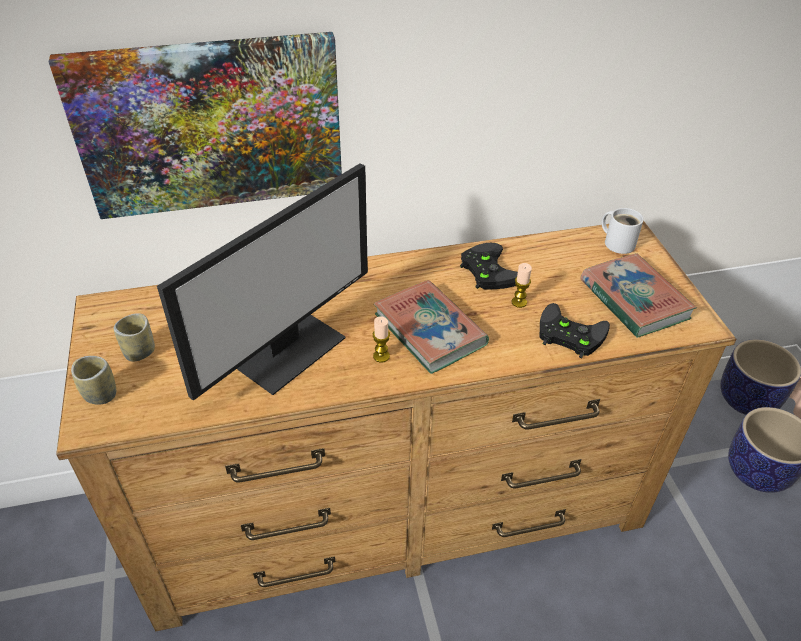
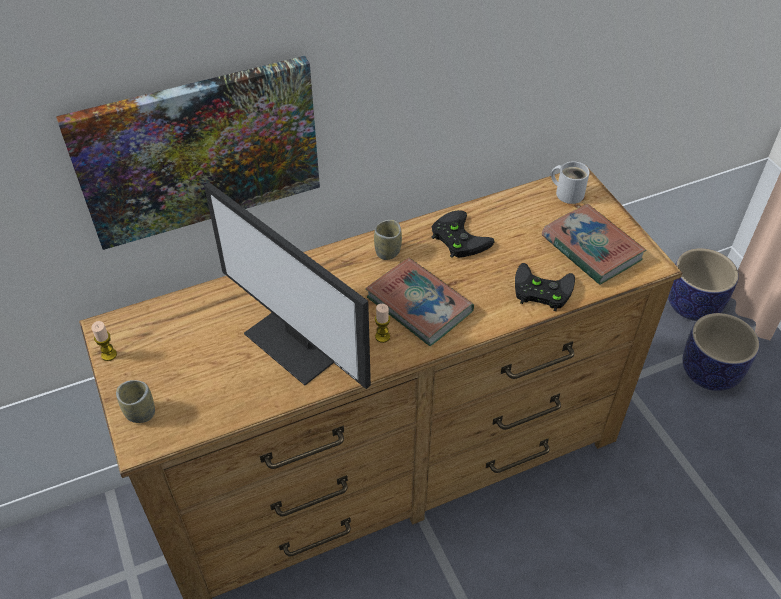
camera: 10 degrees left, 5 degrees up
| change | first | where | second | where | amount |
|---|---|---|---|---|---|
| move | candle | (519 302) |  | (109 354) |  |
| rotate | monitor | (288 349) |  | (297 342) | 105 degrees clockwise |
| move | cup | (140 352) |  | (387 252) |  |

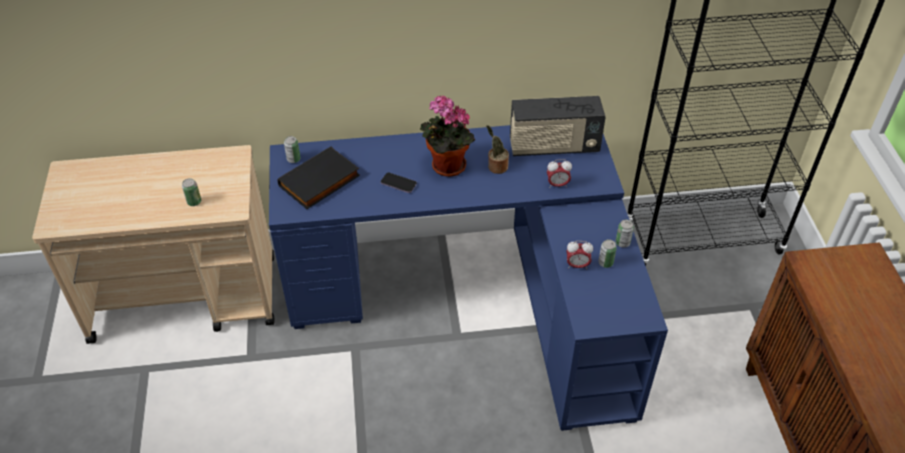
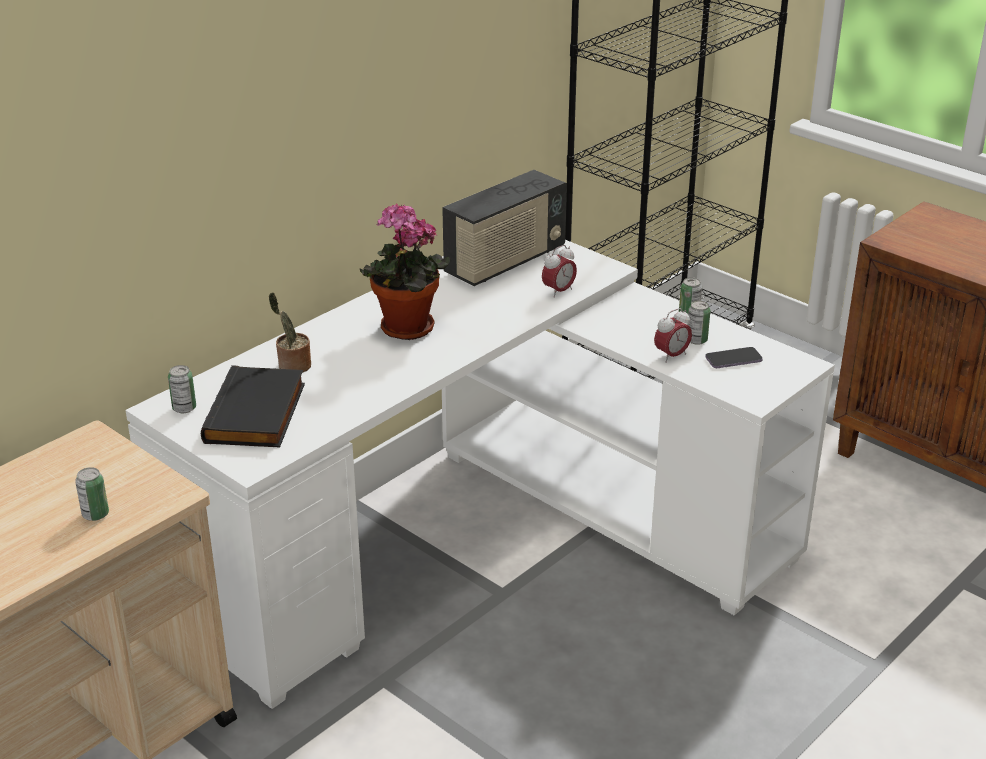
camera: 40 degrees left, 15 degrees down
| change | first | where | second | where | amount |
|---|---|---|---|---|---|
| recolor | blue desk | (479 298) | white desk | (482 542) |  |
| move | potted plant | (496 166) |  | (292 366) |  |
| move | phone | (398 184) |  | (733 360) |  |

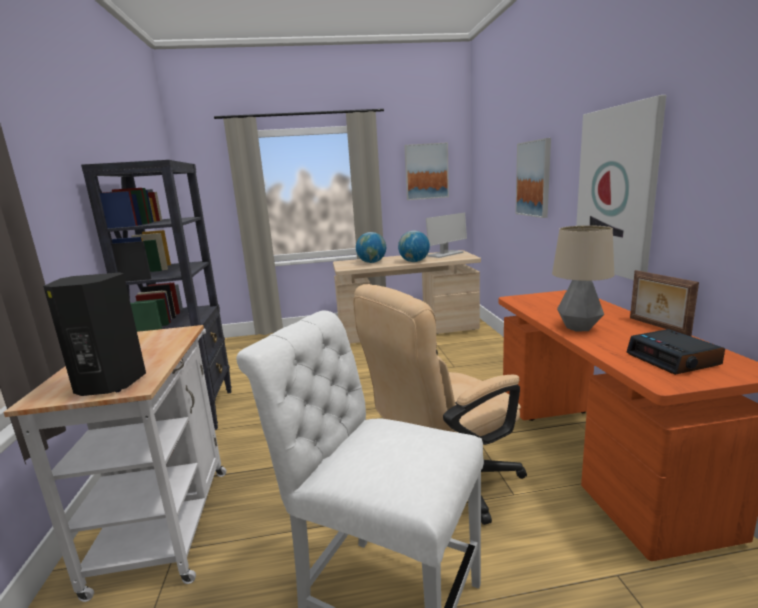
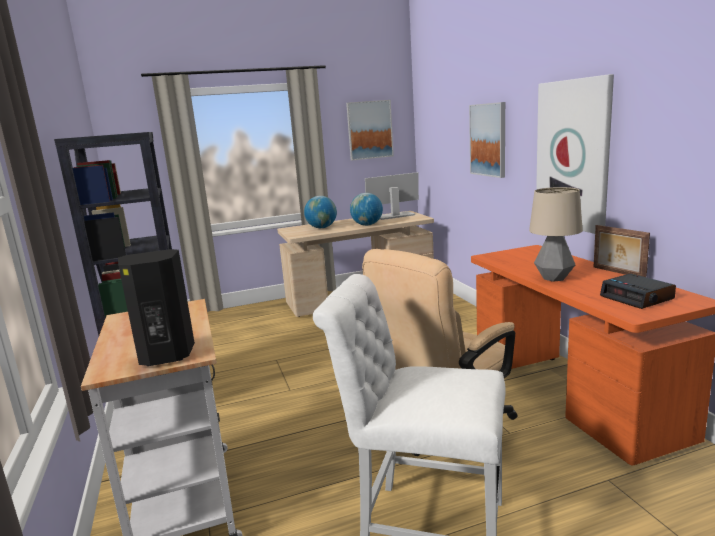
camera: 10 degrees left, 0 degrees up
| change | first | where | second | where | amount |
|---|---|---|---|---|---|
| rotate | monitor | (445 254) |  | (395 216) | 150 degrees counterclockwise |

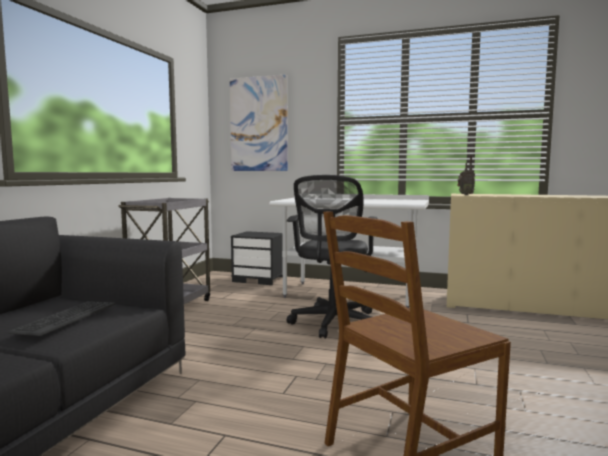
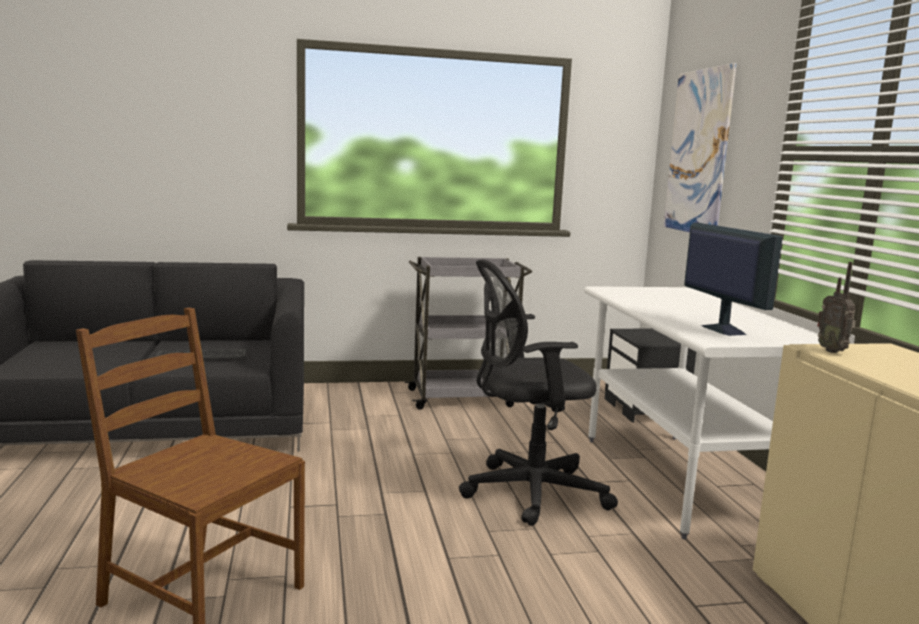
camera: 60 degrees right, 5 degrees up
| change | first | where | second | where | amount |
|---|---|---|---|---|---|
| insert |  |  | monitor | (722 329) |  |

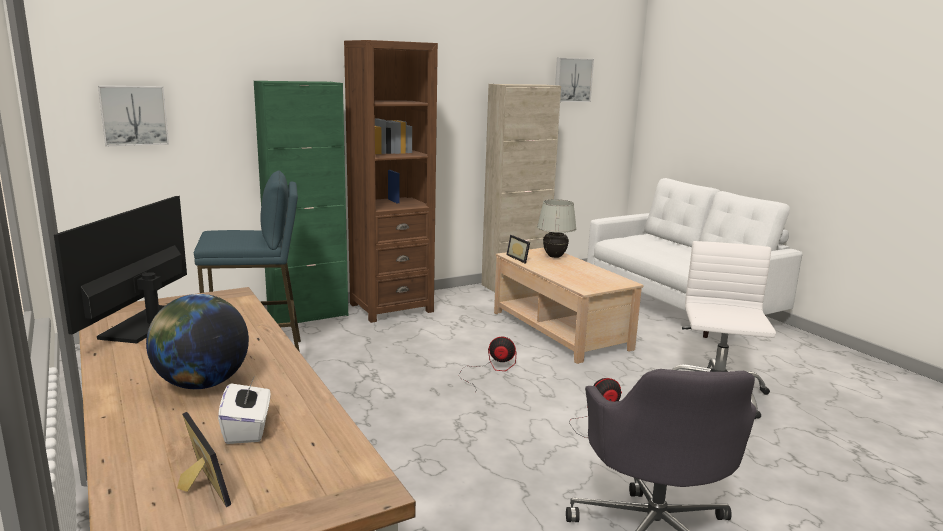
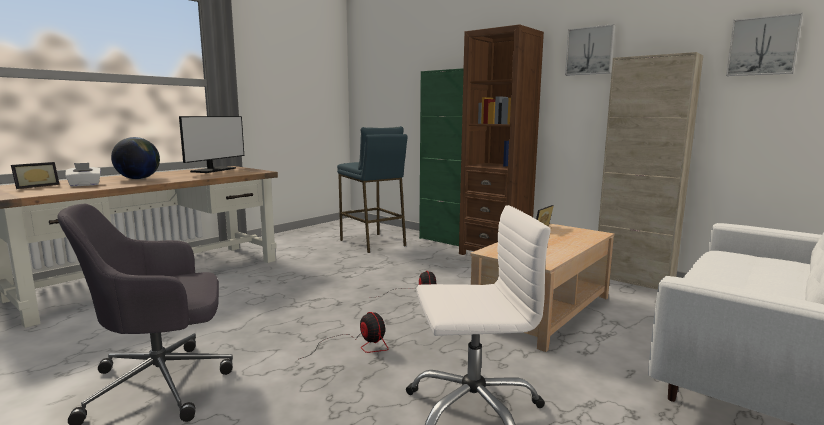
camera: 70 degrees right, 5 degrees down
| change | first | where | second | where | amount |
|---|---|---|---|---|---|
| rotate | monitor | (146 324) |  | (213 170) | 120 degrees clockwise |
| move | picture | (134 115) |  | (590 51) |  |
| delete | white table lamp | (554 256) |  |  |  |

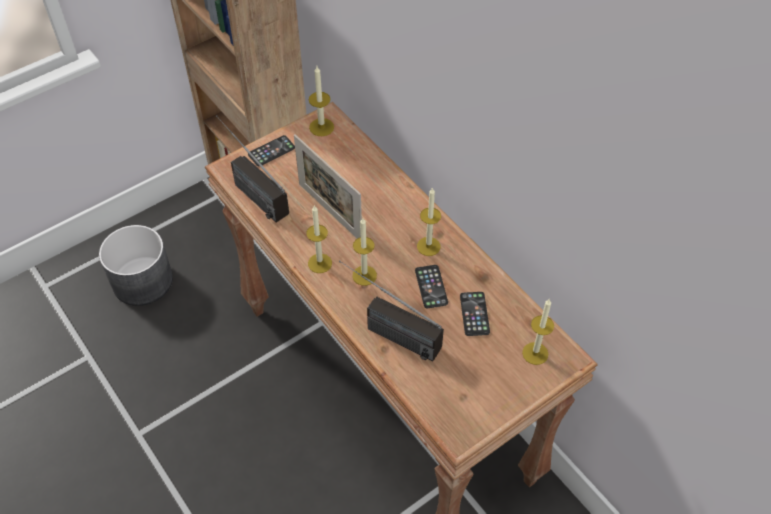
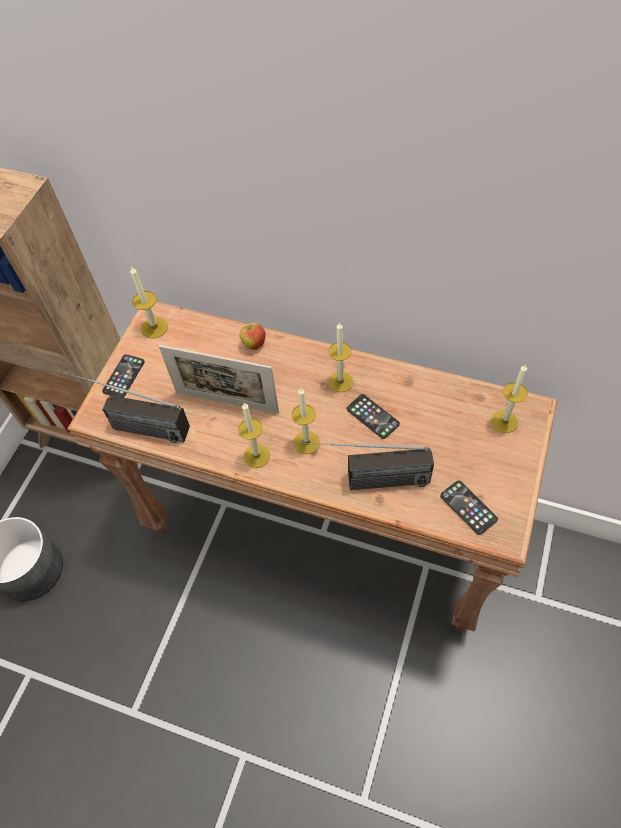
camera: 30 degrees left, 5 degrees up
| change | first | where | second | where | amount |
|---|---|---|---|---|---|
| insert |  |  | apple | (254 344) |  |
| move | phone | (474 314) |  | (468 507) |  |

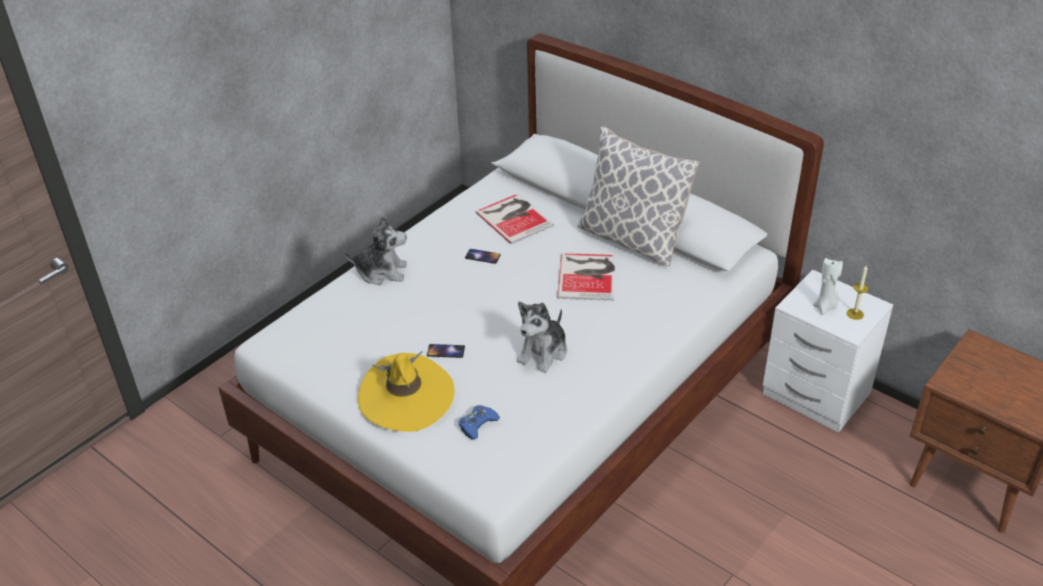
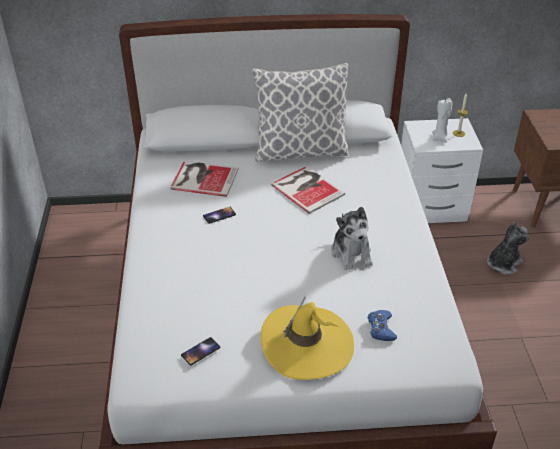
camera: 45 degrees left, 0 degrees up
| change | first | where | second | where | amount |
|---|---|---|---|---|---|
| move | phone | (446 351) |  | (200 351) |  |
| move | plush toy | (381 272) |  | (503 264) |  |

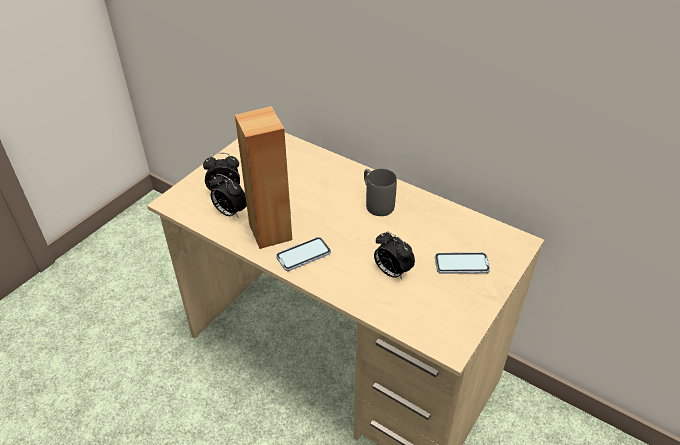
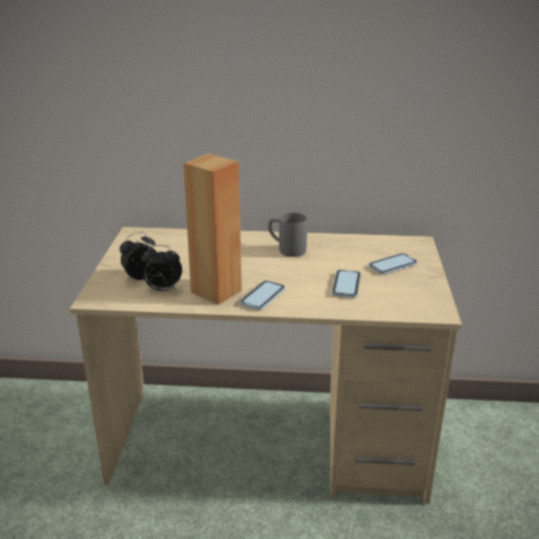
camera: 30 degrees left, 15 degrees down
| change | first | where | second | where | amount |
|---|---|---|---|---|---|
| replace | alarm clock | (391 272) | phone | (346 285) |  |

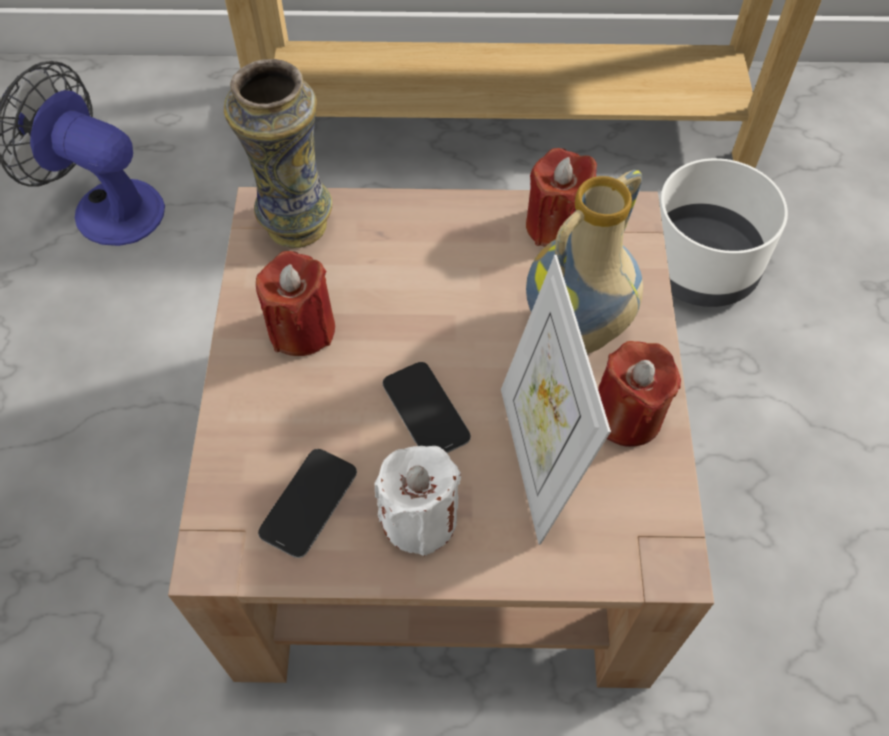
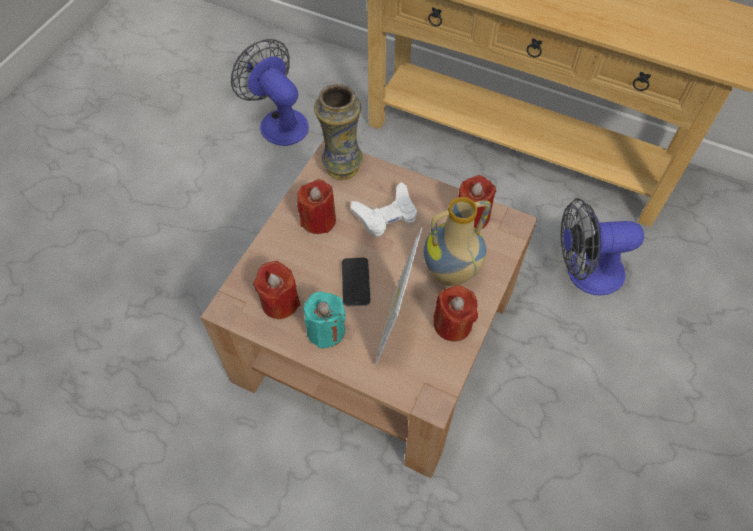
camera: 25 degrees right, 0 degrees up
| change | first | where | second | where | amount |
|---|---|---|---|---|---|
| replace | phone | (308 503) | red candle | (280 302) |  |
| recolor | white candle | (419 518) | turquoise candle | (326 330) |  |
| insert |  |  | white game controller | (386 215) |  |
| replace | white planter | (702 267) | fan | (584 272) |  |

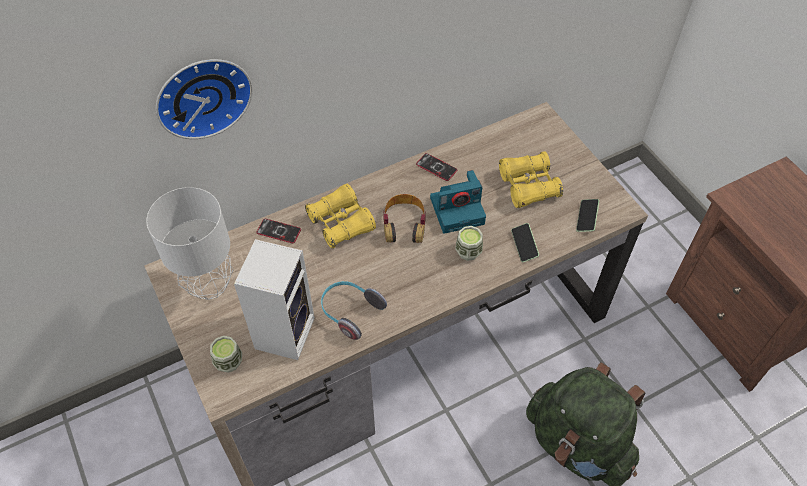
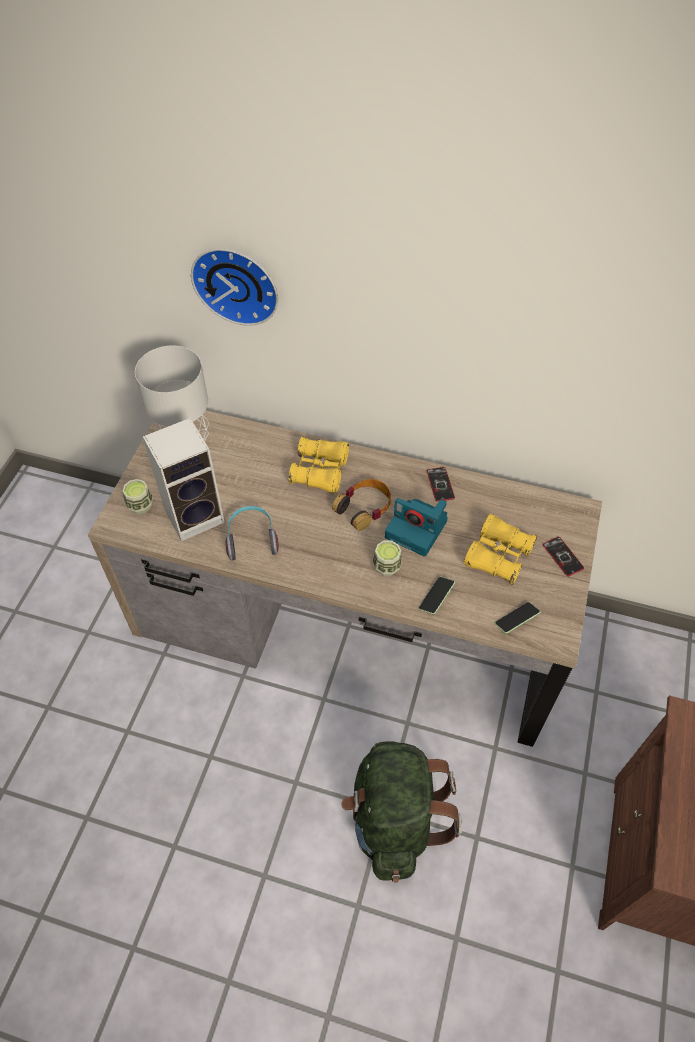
camera: 45 degrees right, 0 degrees up
| change | first | where | second | where | amount |
|---|---|---|---|---|---|
| move | phone | (279 231) |  | (562 557) |  |

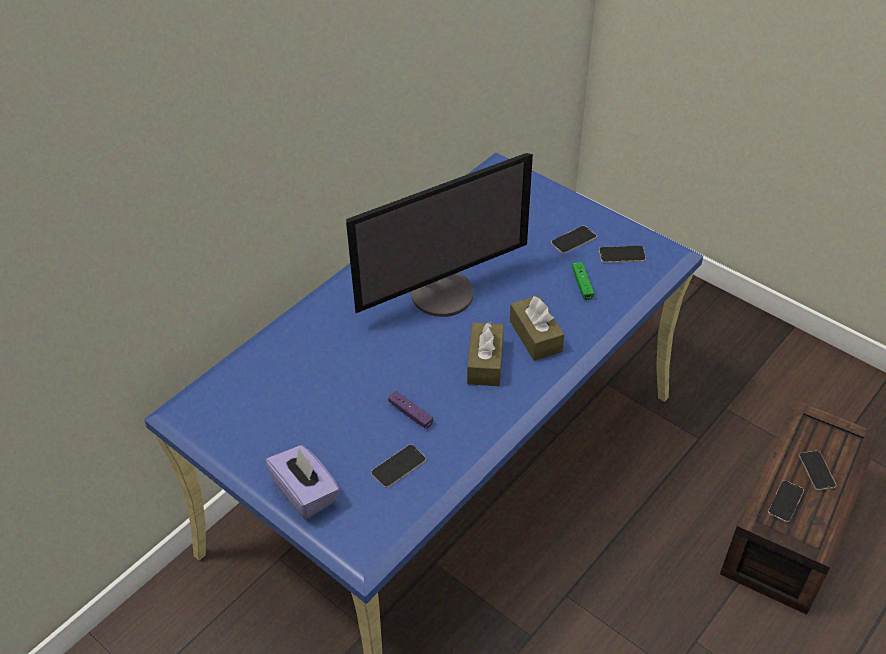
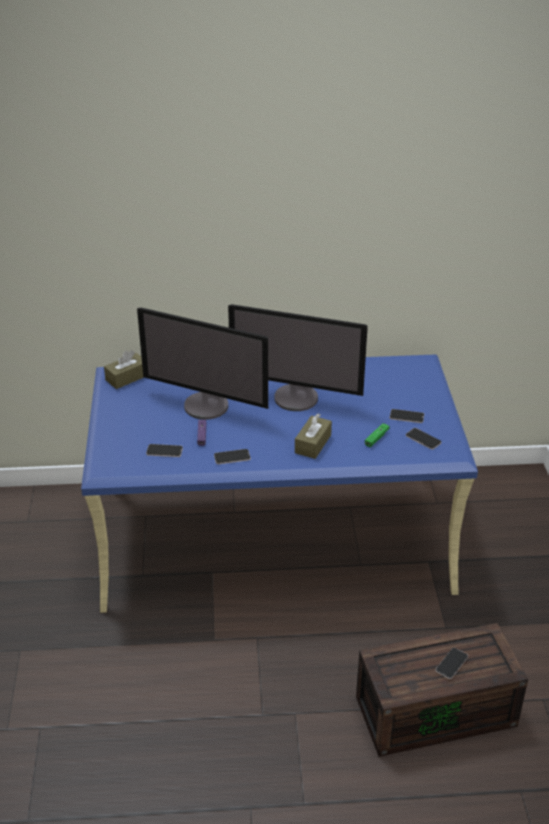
camera: 45 degrees right, 10 degrees down
| change | first | where | second | where | amount |
|---|---|---|---|---|---|
| move | brown tissue box | (485 362) |  | (127 377) |  |
| insert |  |  | monitor | (207 405) |  |
| move | phone | (785 501) |  | (232 457) |  |
| delete | purple tissue box | (305 493) |  |  |  |

